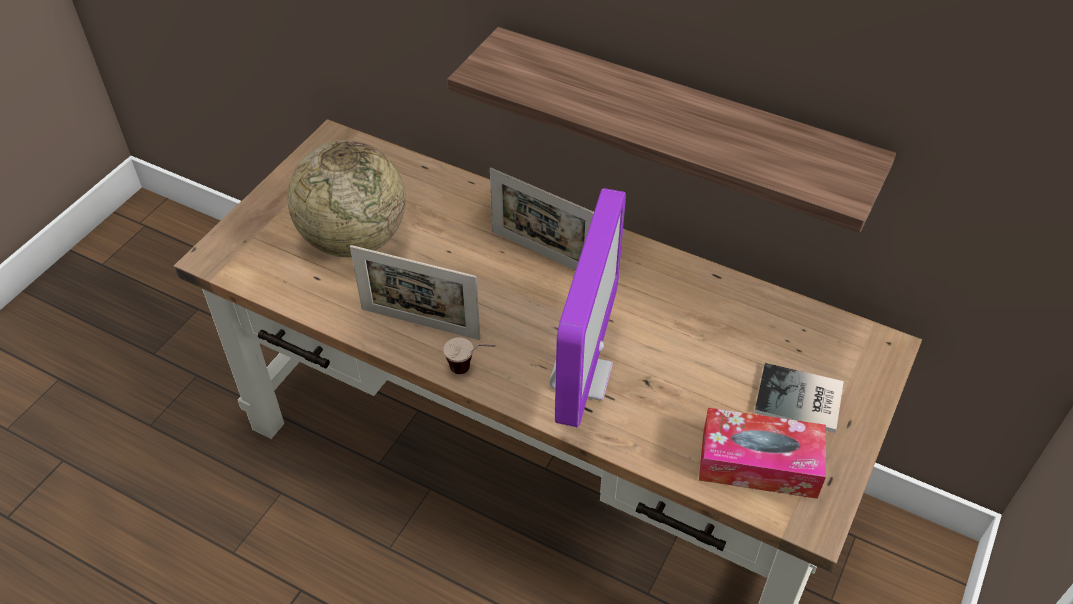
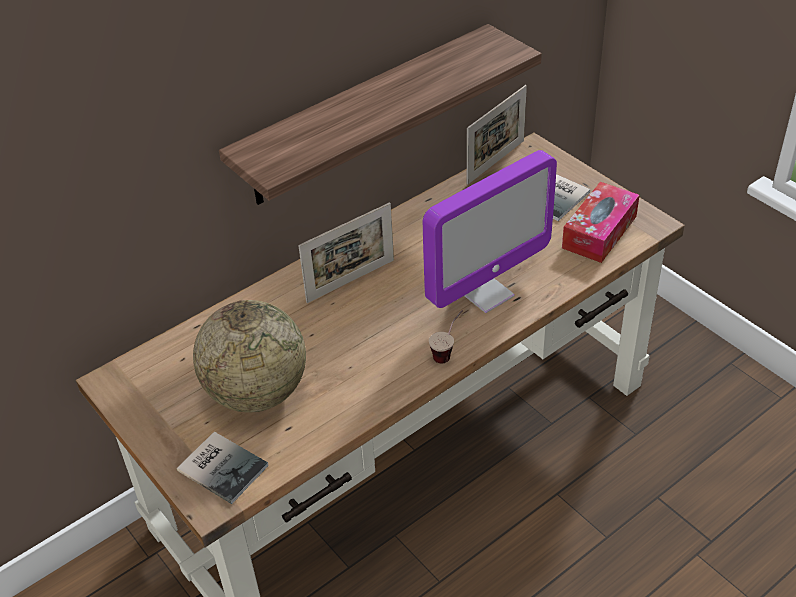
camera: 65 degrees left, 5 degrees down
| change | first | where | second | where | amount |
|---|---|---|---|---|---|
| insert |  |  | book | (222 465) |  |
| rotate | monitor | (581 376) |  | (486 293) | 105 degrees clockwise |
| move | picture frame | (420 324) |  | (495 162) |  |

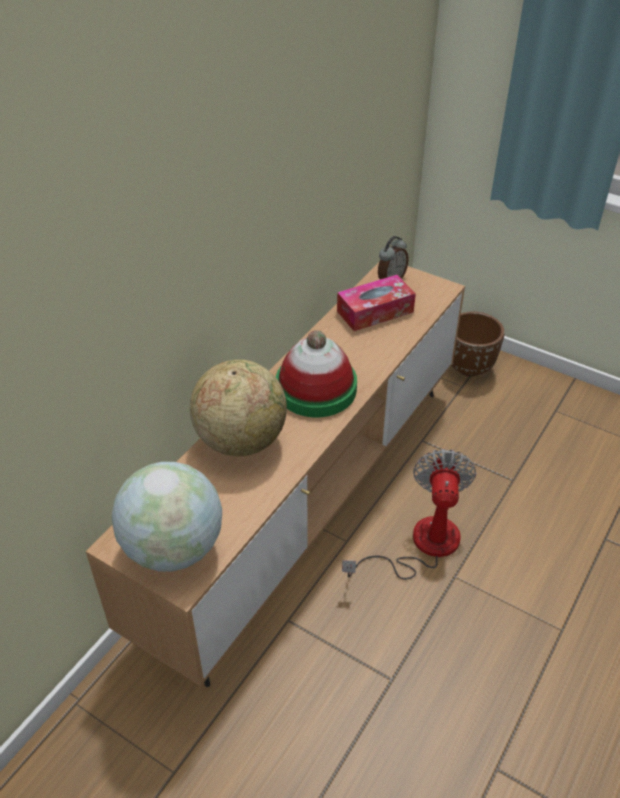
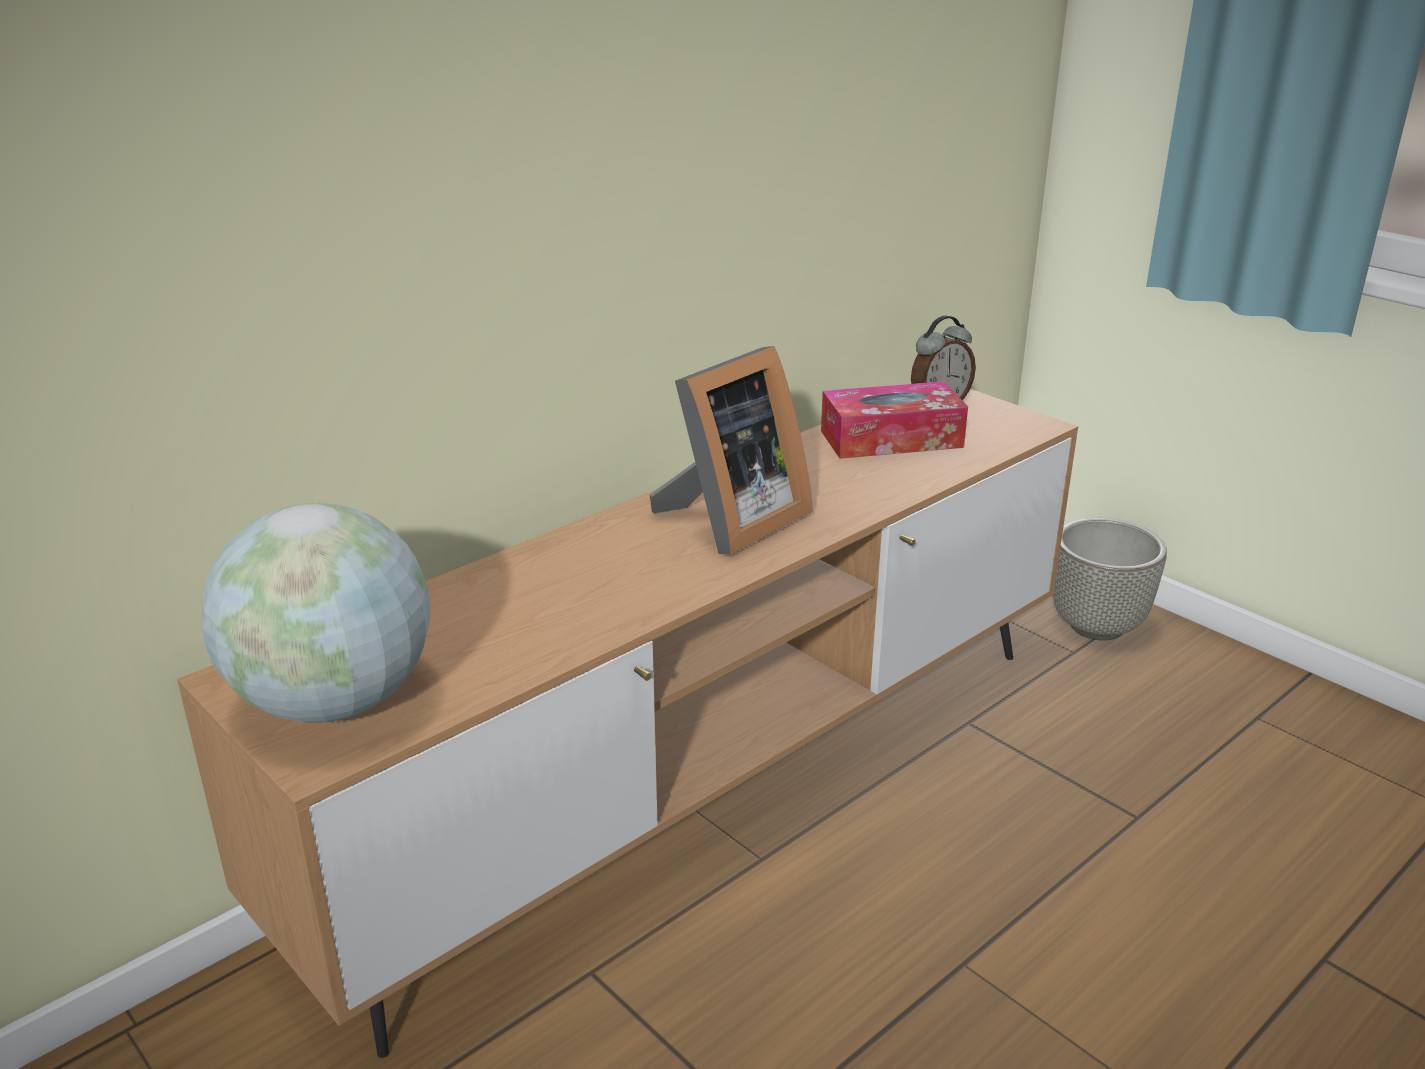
camera: 15 degrees right, 15 degrees down
| change | first | where | second | where | amount |
|---|---|---|---|---|---|
| replace | hat | (316 388) | picture frame | (730 522) |  |
| recolor | brown planter | (469 367) | grey planter | (1095 627) |  |
| delete | globe | (241 440) |  |  |  |
| delete | fan | (421 545) |  |  |  |

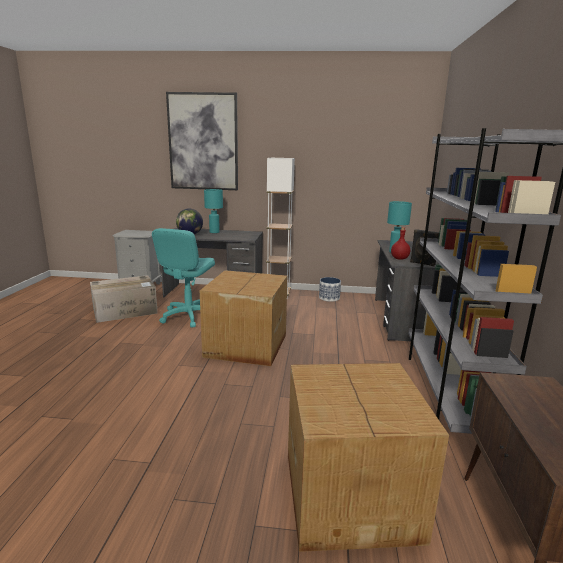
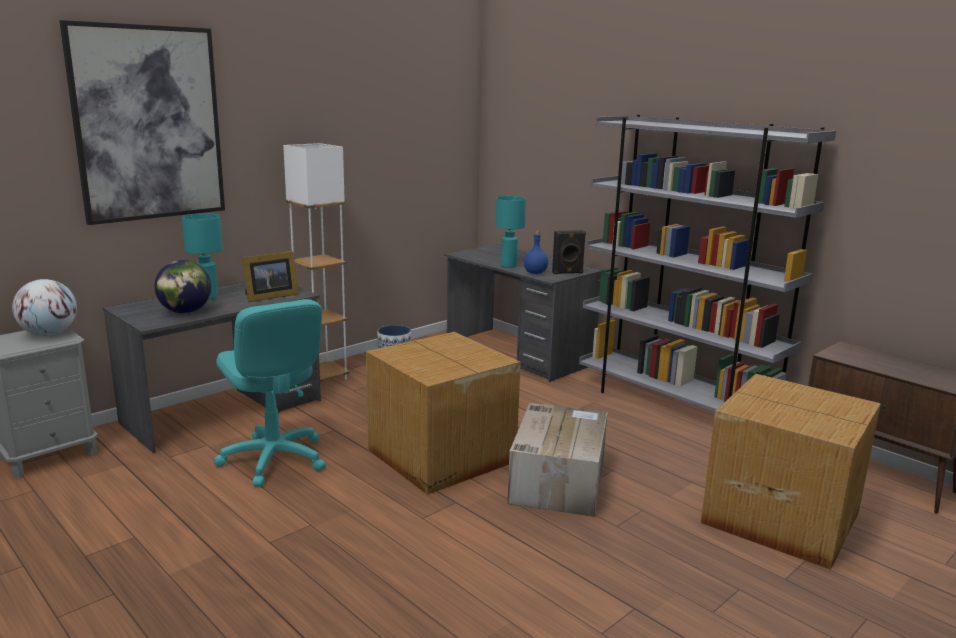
camera: 50 degrees left, 0 degrees up
| change | first | where | second | where | amount |
|---|---|---|---|---|---|
| insert |  |  | globe | (49 334) |  |
| insert |  |  | picture frame | (269 296) |  |
| move | cardboard box | (126 310) |  | (558 480) |  |
| recolor | red bottle | (399 259) | blue bottle | (535 273) |  |

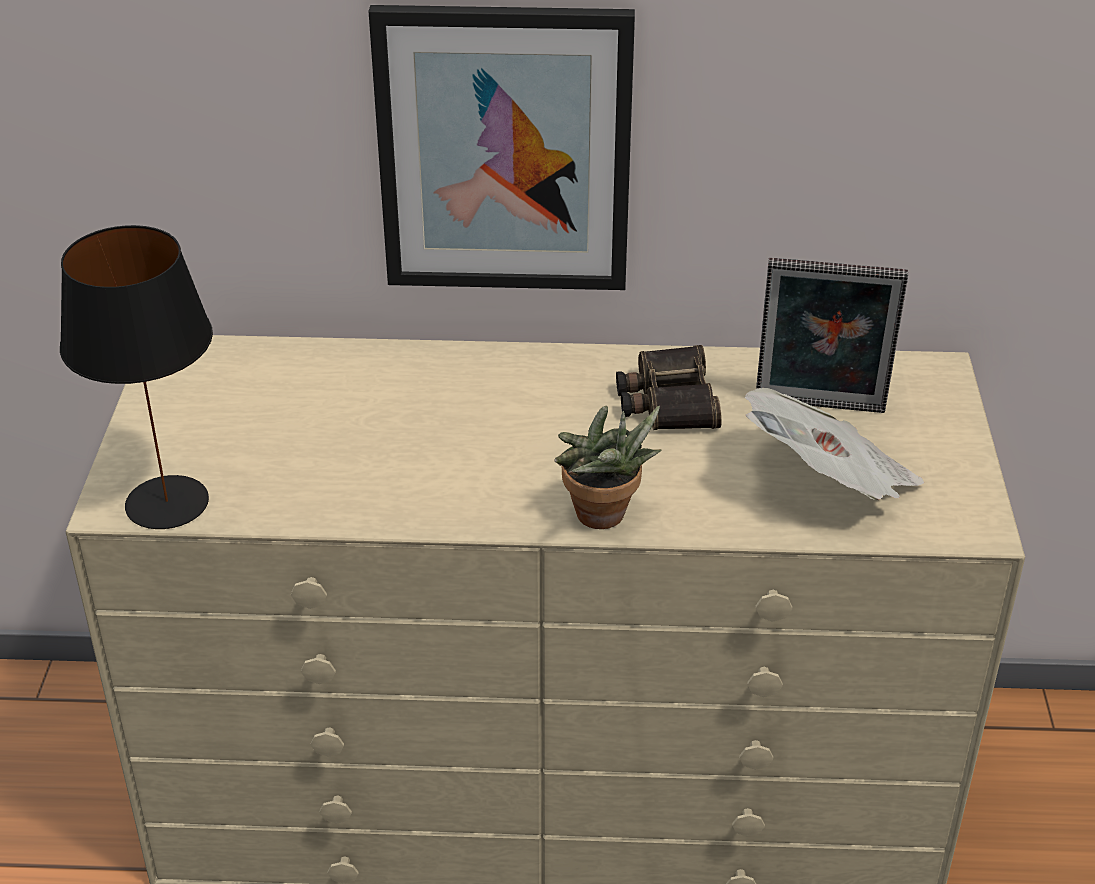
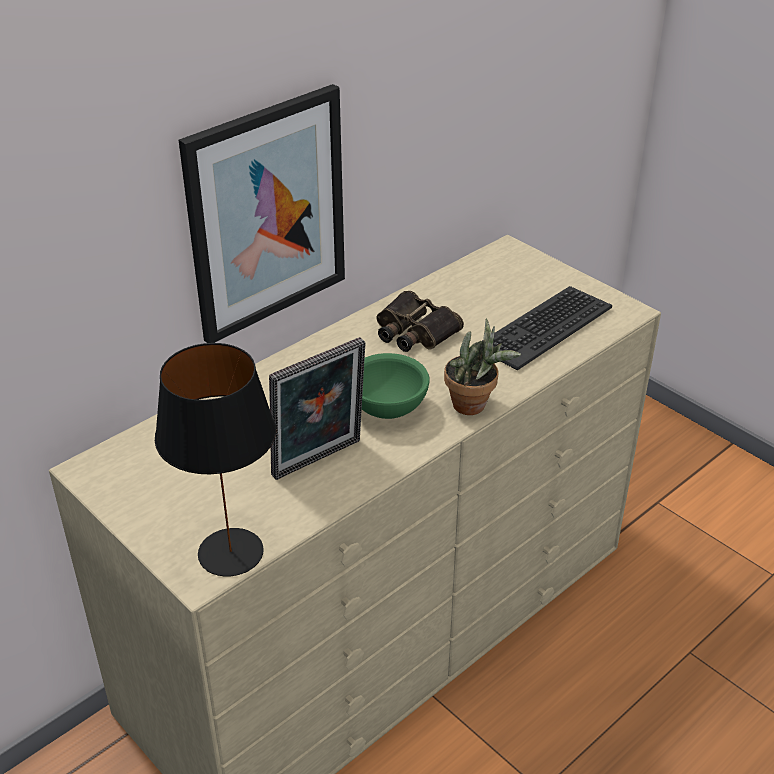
camera: 45 degrees left, 0 degrees up
| change | first | where | second | where | amount |
|---|---|---|---|---|---|
| move | picture frame | (819 408) |  | (320 461) |  |
| insert |  |  | green bowl | (388 408) |  |
| replace | newspaper | (829 484) | keyboard | (543 327) |  |

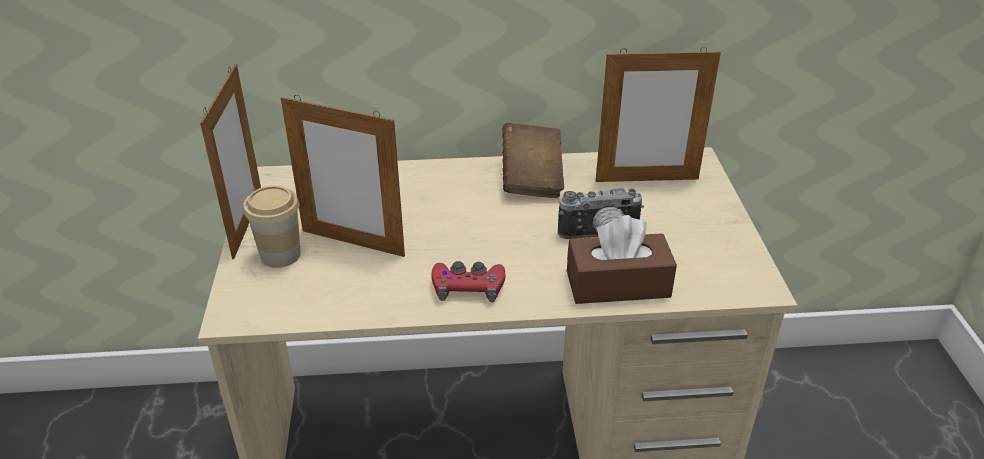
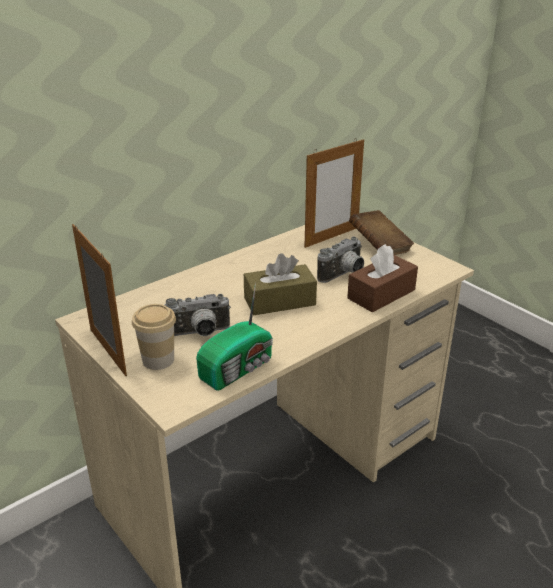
camera: 35 degrees left, 5 degrees down
| change | first | where | second | where | amount |
|---|---|---|---|---|---|
| replace | picture frame | (353 243) | photo camera | (199 334) |  |
| insert |  |  | radio | (239 369) |  |
| insert |  |  | brown tissue box | (279 301) |  |
| move | brown book | (531 178) |  | (379 247) |  |
| delete | red game controller | (468 286) |  |  |  |

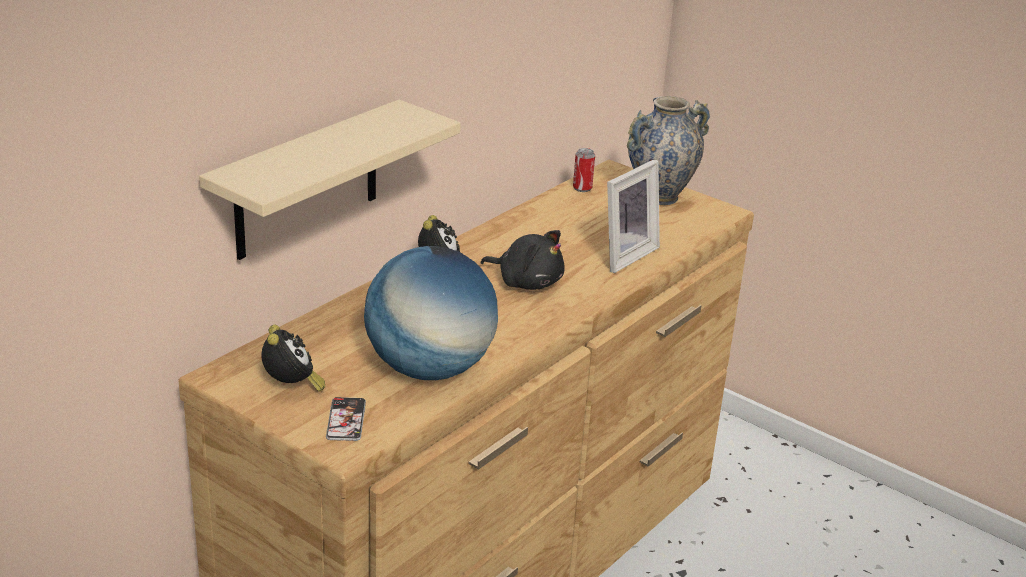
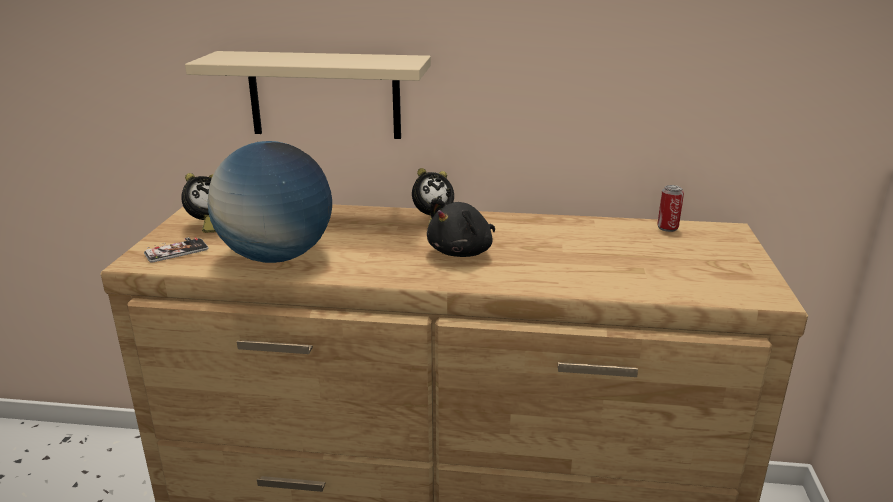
camera: 60 degrees right, 5 degrees down
| change | first | where | second | where | amount |
|---|---|---|---|---|---|
| rotate | black plush toy | (527 282) |  | (462 252) | 45 degrees clockwise |
| delete | picture frame | (623 255) |  |  |  |
| delete | vase | (659 197) |  |  |  |

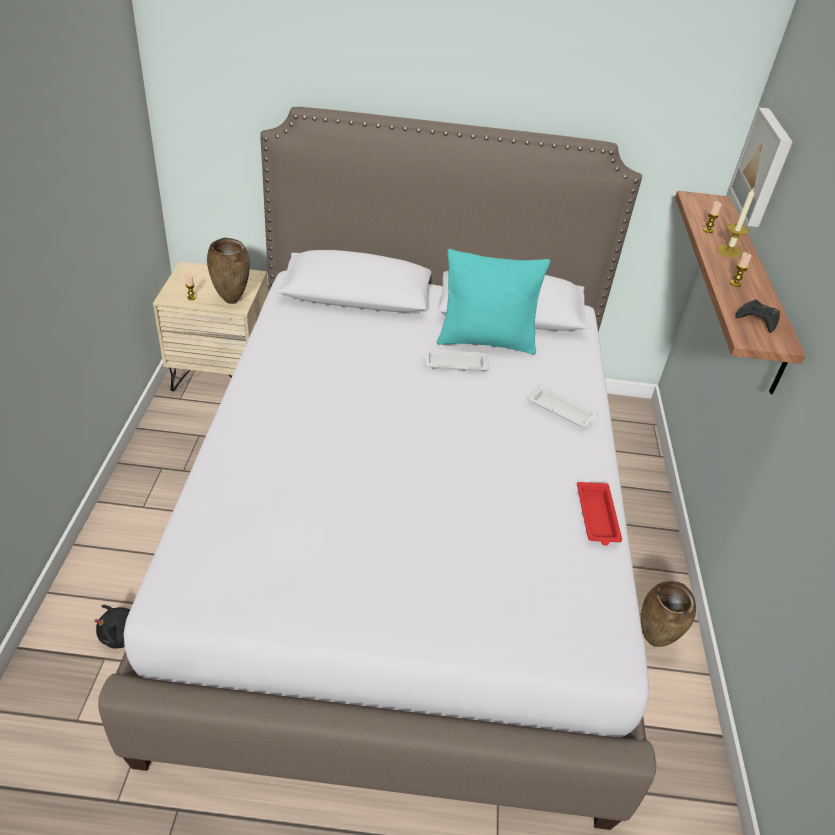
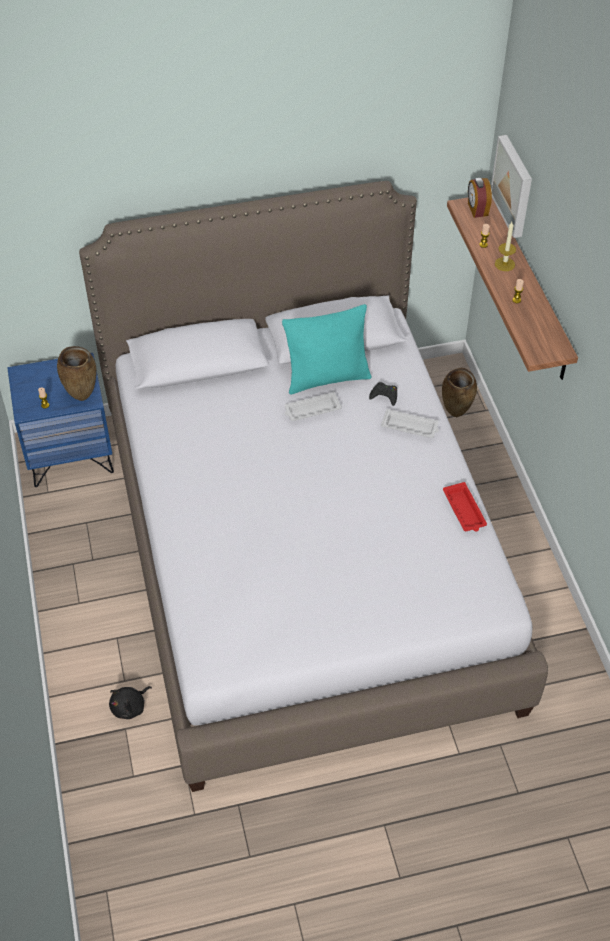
camera: 15 degrees left, 10 degrees up
| change | first | where | second | where | amount |
|---|---|---|---|---|---|
| recolor | beige nightstand | (221 374) | blue nightstand | (70 454) |  |
| move | black game controller | (757 319) |  | (384 395) |  |
| move | brown vase | (654 641) |  | (456 414) |  |
| insert |  |  | alarm clock | (477 209) |  |

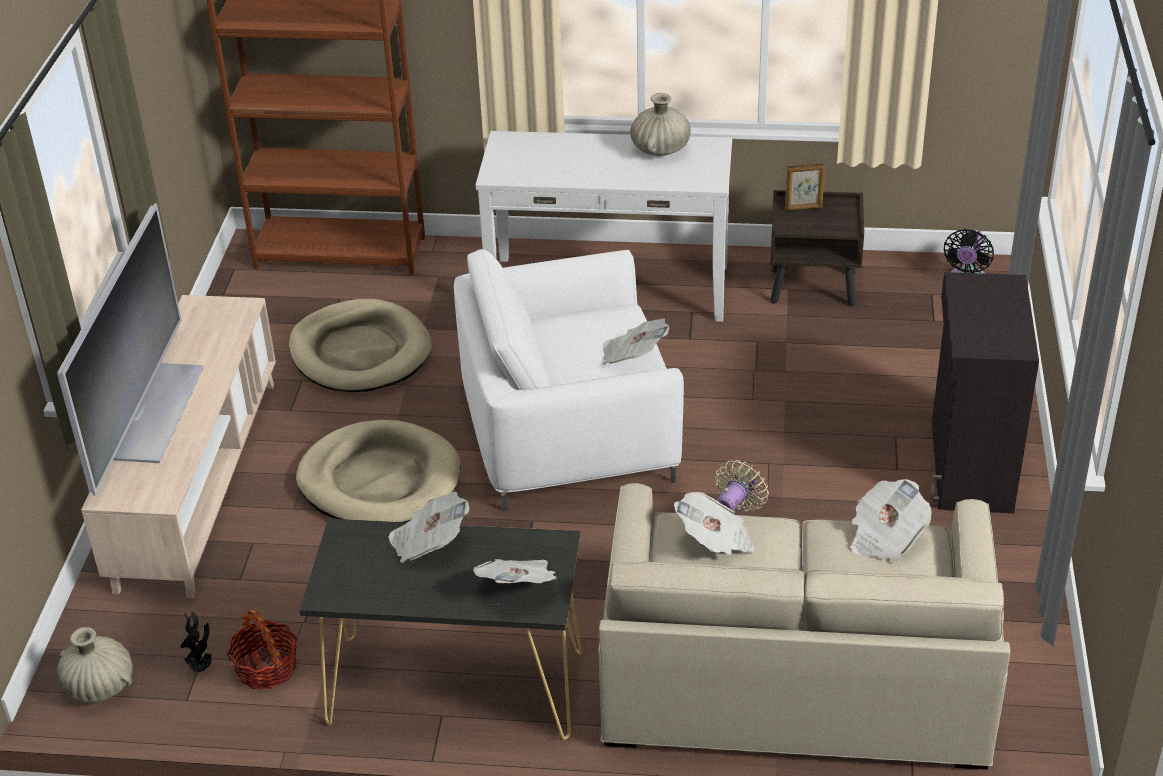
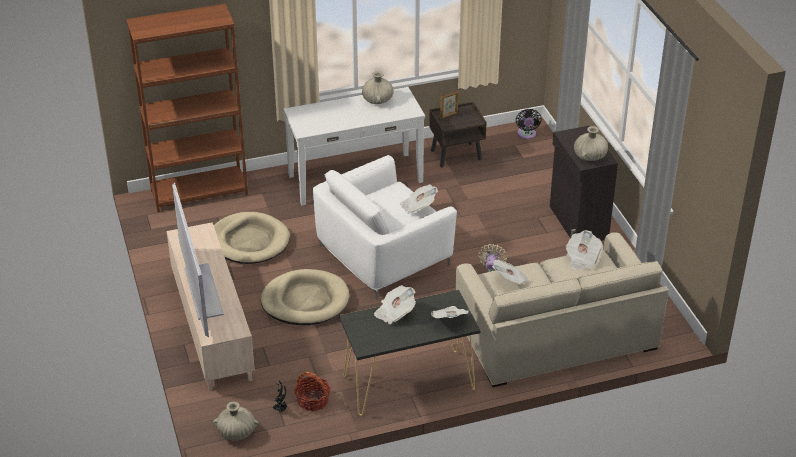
camera: 25 degrees left, 0 degrees up
| change | first | where | second | where | amount |
|---|---|---|---|---|---|
| insert |  |  | beige vase | (590 157) |  |

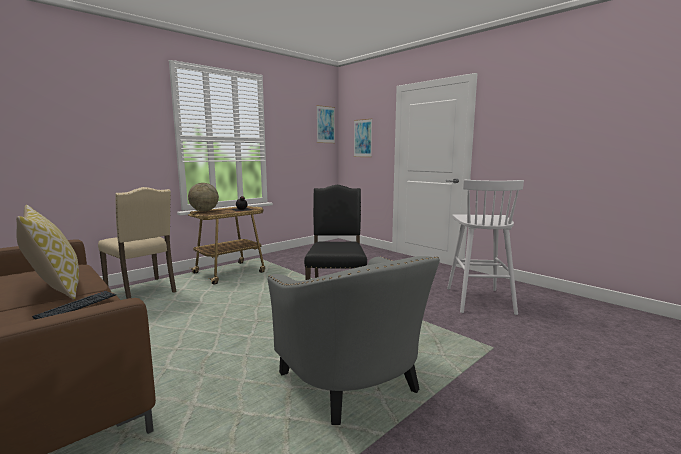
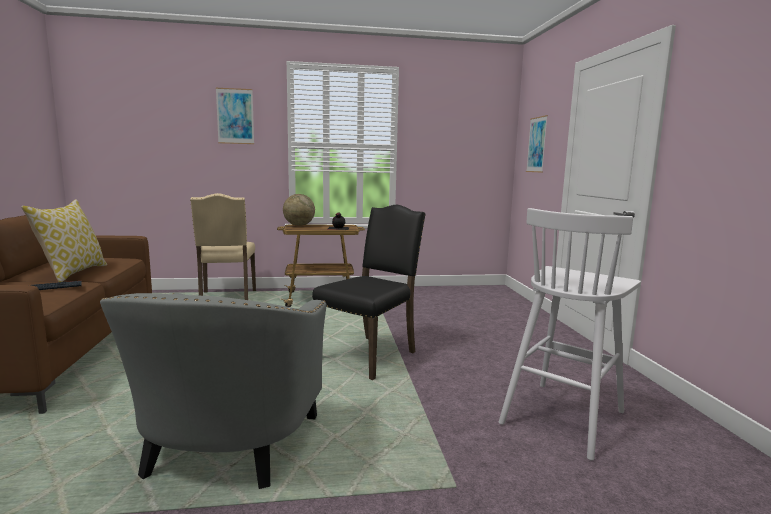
camera: 35 degrees right, 0 degrees up
| change | first | where | second | where | amount |
|---|---|---|---|---|---|
| move | picture | (325 124) |  | (235 116) |  |

